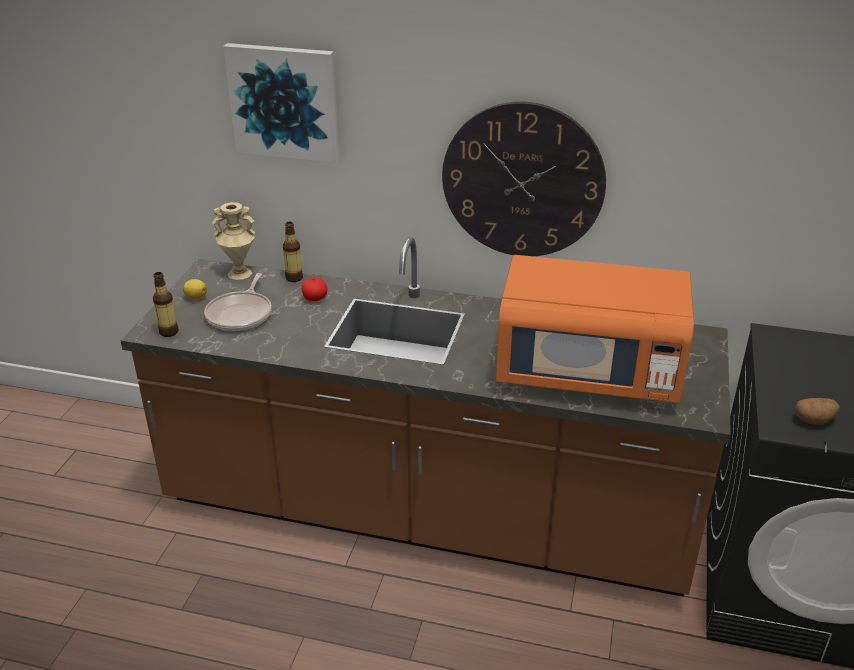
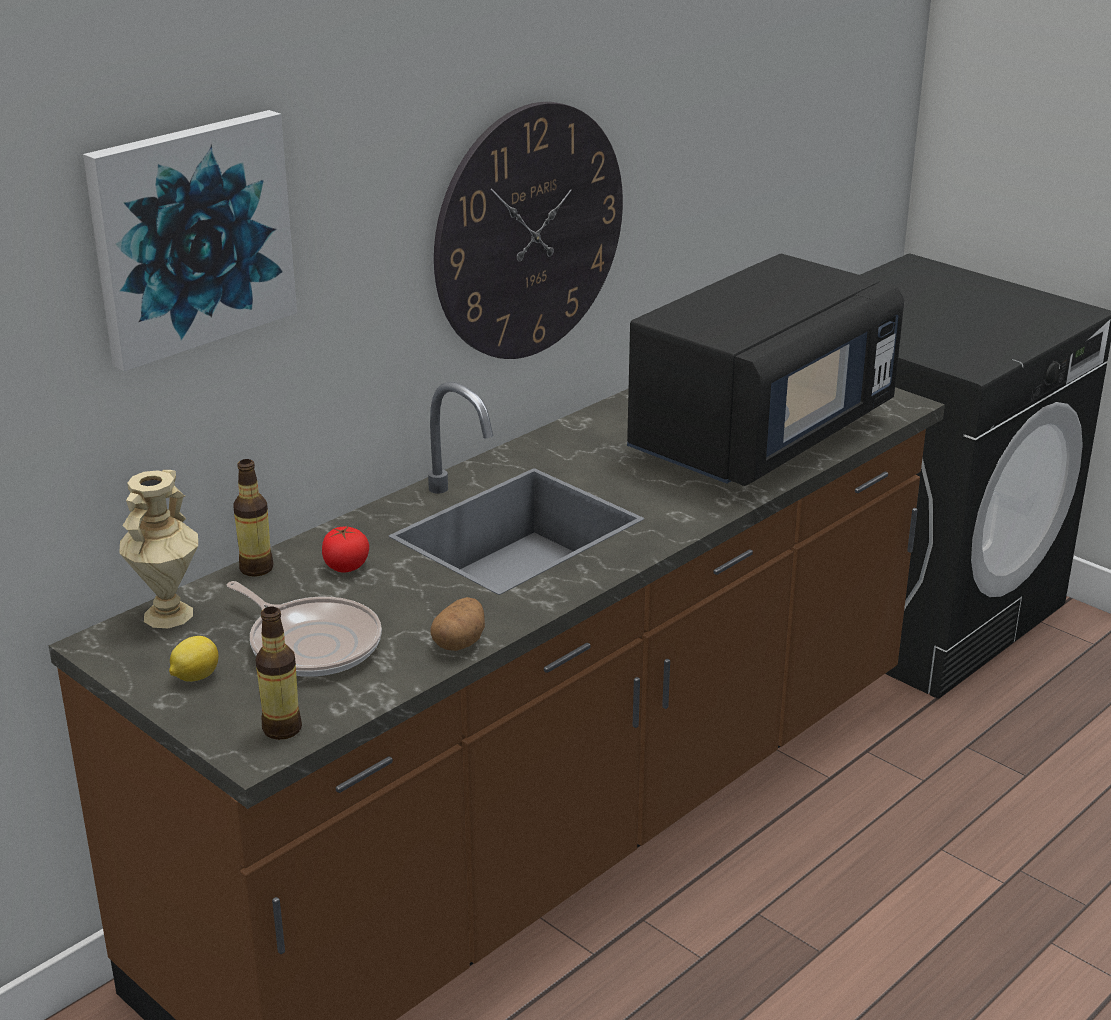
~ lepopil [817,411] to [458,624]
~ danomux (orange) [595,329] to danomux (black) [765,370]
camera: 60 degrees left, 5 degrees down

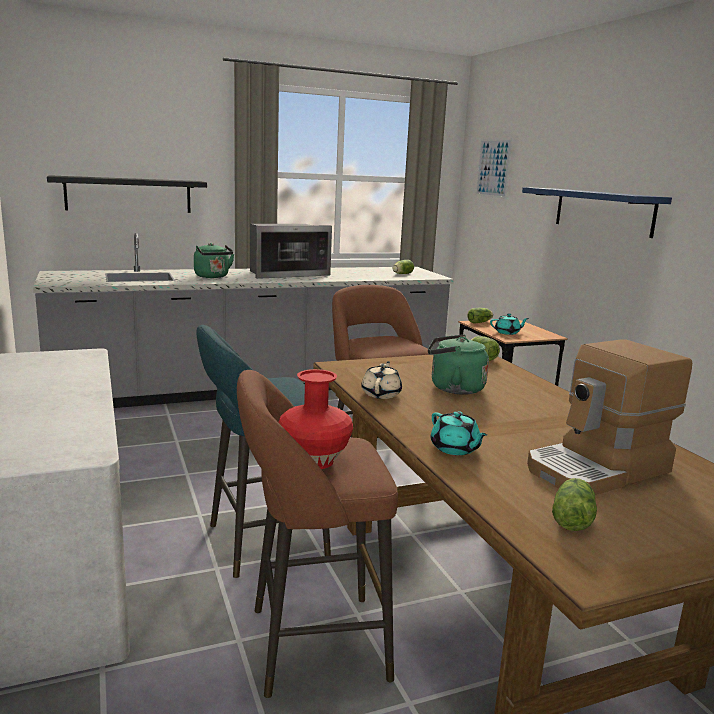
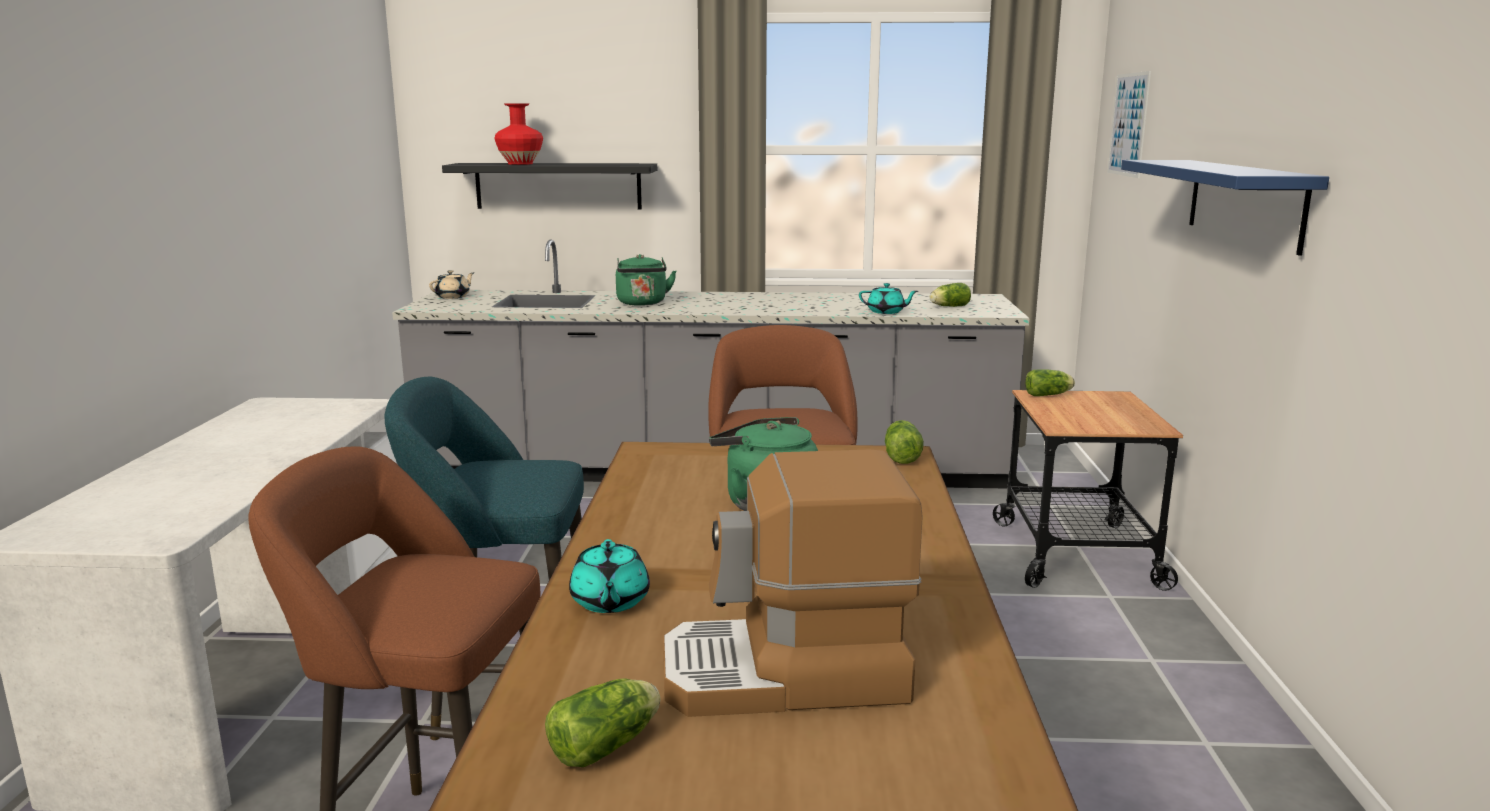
- danomux [291,251]
~ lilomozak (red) [315,419] to [518,134]
~ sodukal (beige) [381,380] to [451,284]
~ sodukal (turquoise) [509,324] to [888,298]
camera: 25 degrees right, 0 degrees up

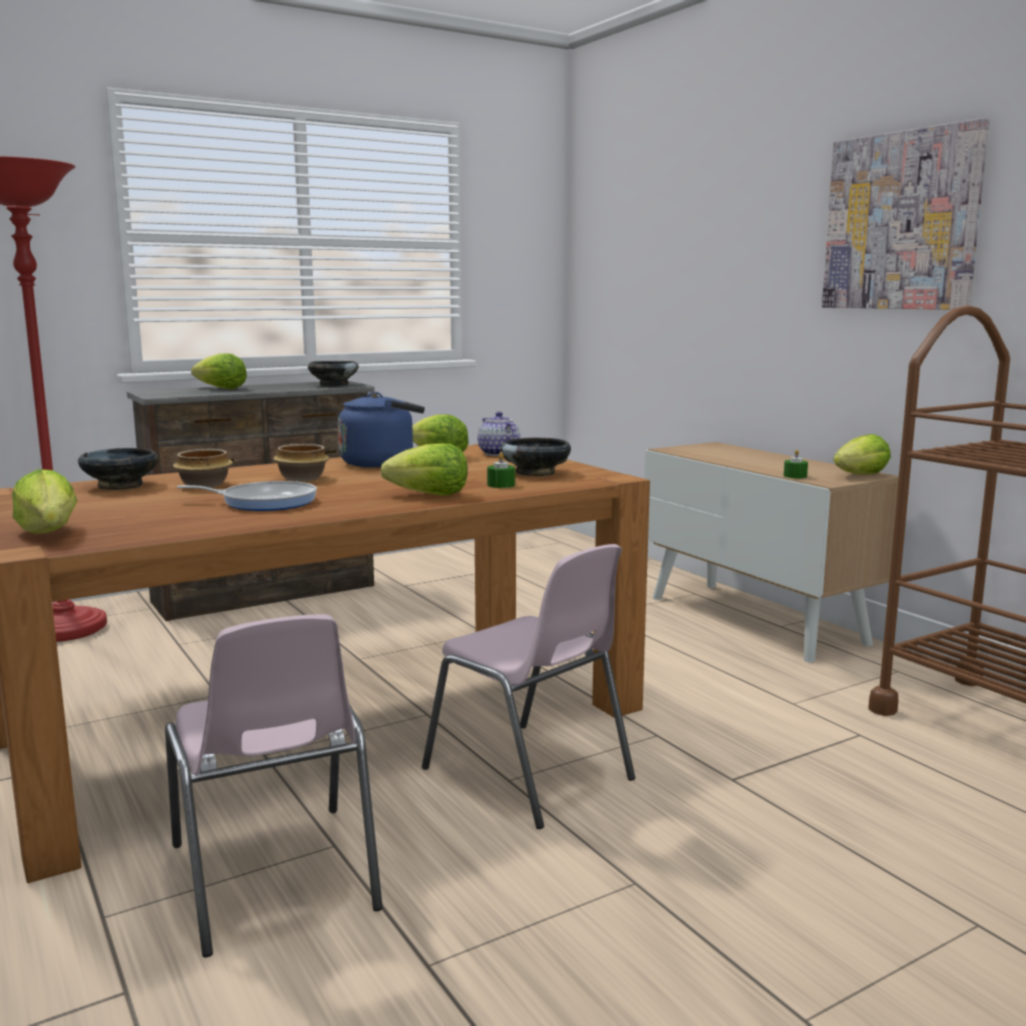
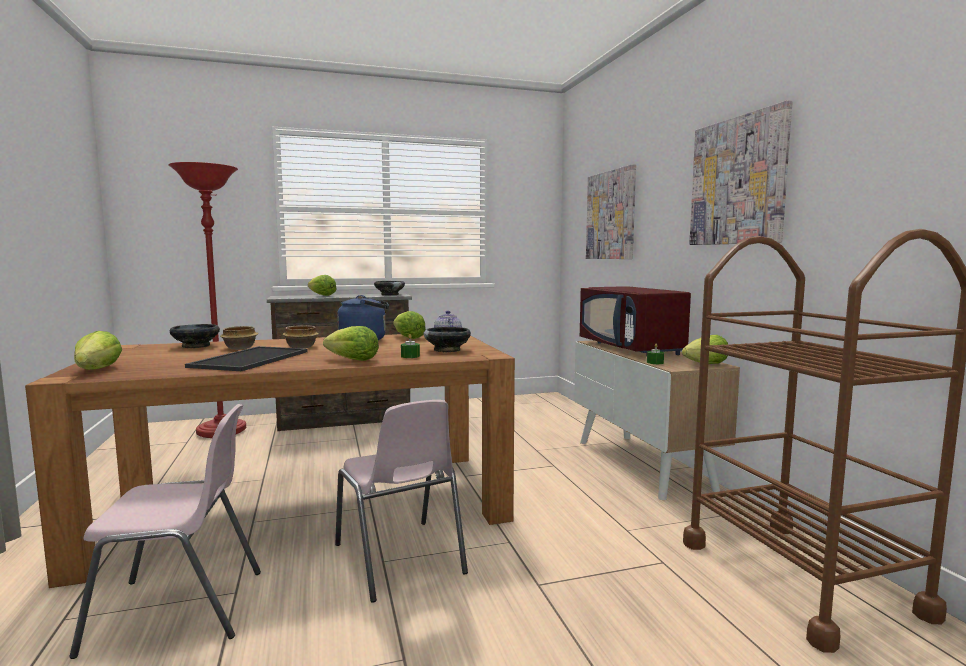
+ danomux (red) [635,320]
+ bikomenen [611,211]
~ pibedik [247,496] to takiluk [246,358]
~ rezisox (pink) [274,786] = [165,531] 90 degrees counterclockwise
camera: 15 degrees right, 5 degrees down

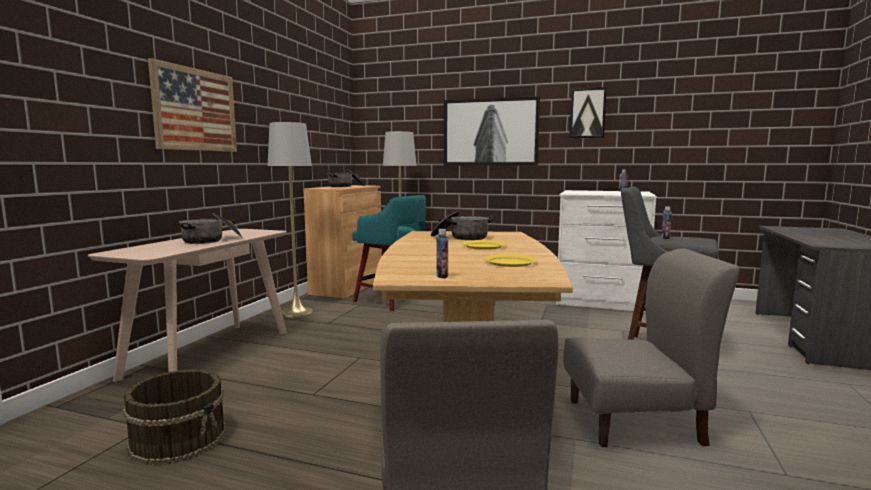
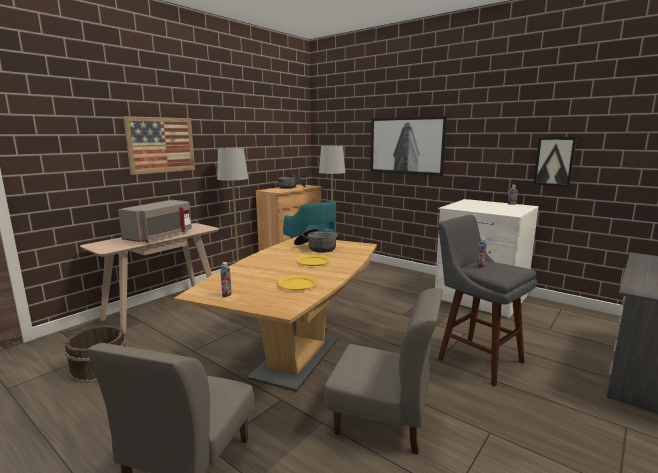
~ bikomenen [588,112] to [555,162]
~ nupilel [211,228] to danomux (grey) [155,221]
camera: 20 degrees right, 5 degrees up

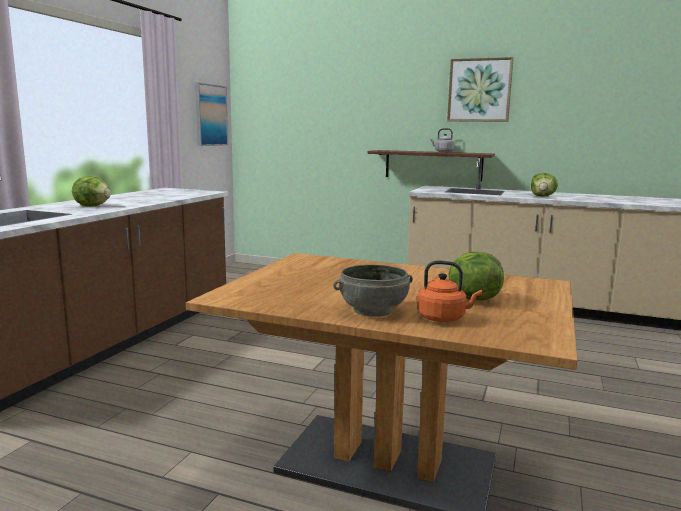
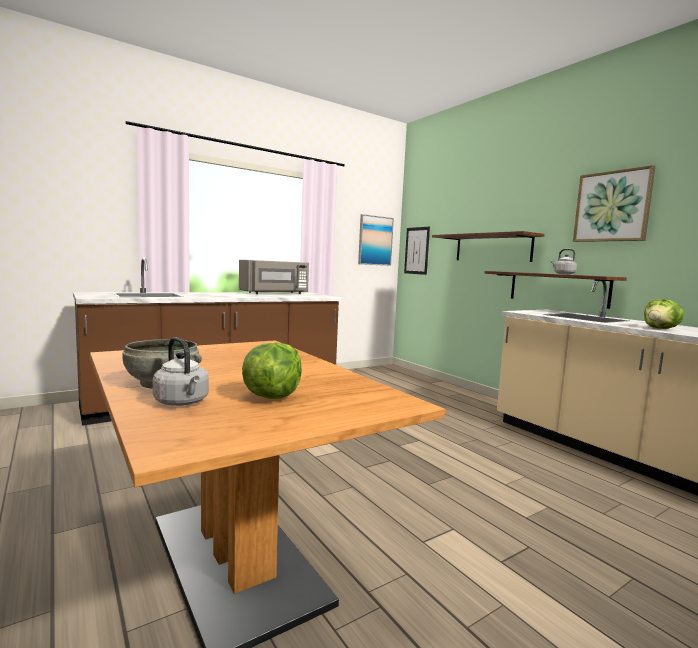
- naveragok [91,191]
+ danomux (grey) [274,277]
+ bikomenen [417,251]
+ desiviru [488,246]
~ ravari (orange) [449,291] to ravari (grey) [181,371]
camera: 35 degrees right, 5 degrees down

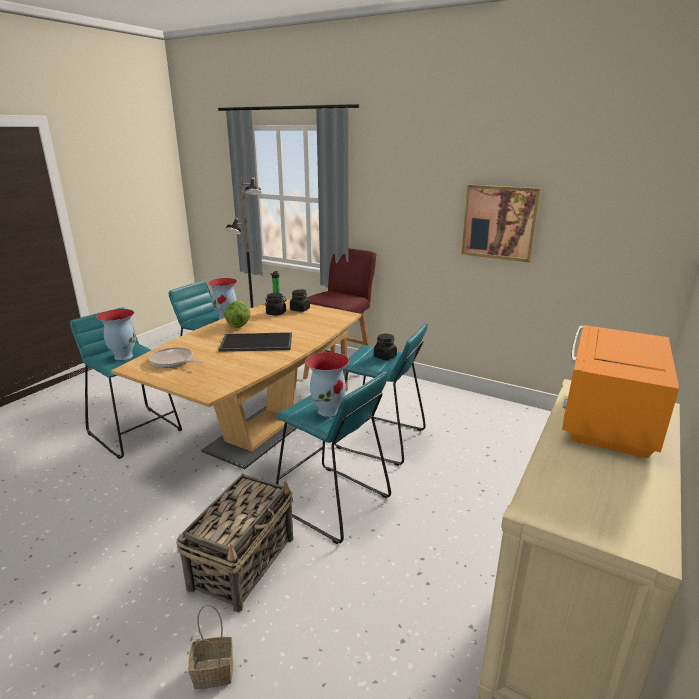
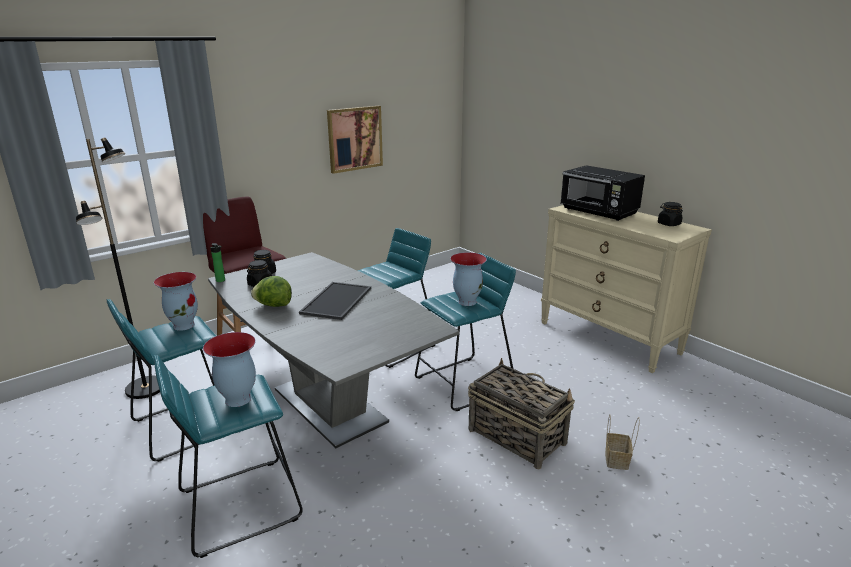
- pibedik [176,357]
~ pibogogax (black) [385,347] to [670,214]
~ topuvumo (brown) [236,384] to topuvumo (grey) [333,350]
~ danomux (orange) [620,391] to danomux (black) [603,193]
camera: 70 degrees left, 0 degrees up

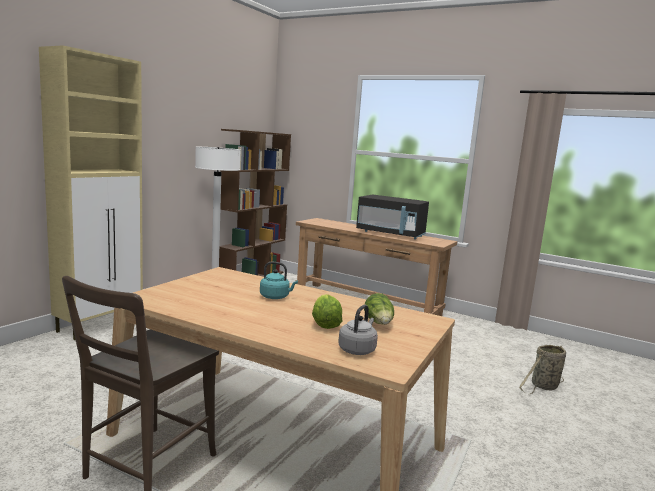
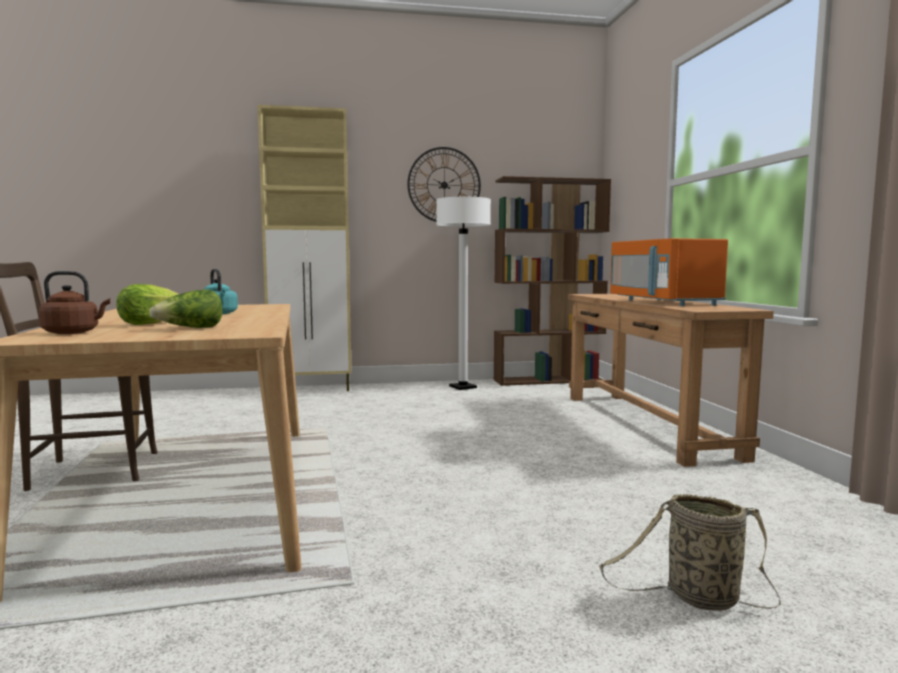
+ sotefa [444,184]
~ ravari (grey) [358,330] to ravari (brown) [74,302]
~ danomux (black) [392,217] to danomux (orange) [669,272]
camera: 50 degrees right, 5 degrees down

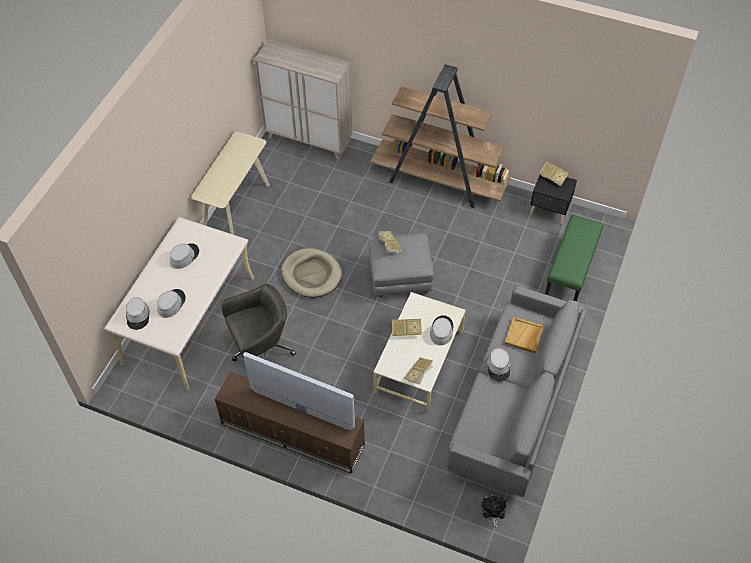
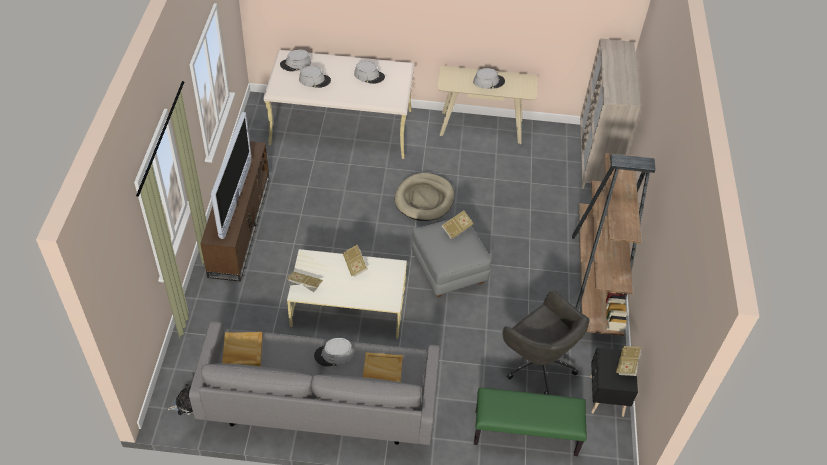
+ takiluk (beige) [242,349]
~ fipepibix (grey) [258,322] to [546,343]
~ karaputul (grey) [442,330] to [489,78]
camera: 70 degrees right, 5 degrees down

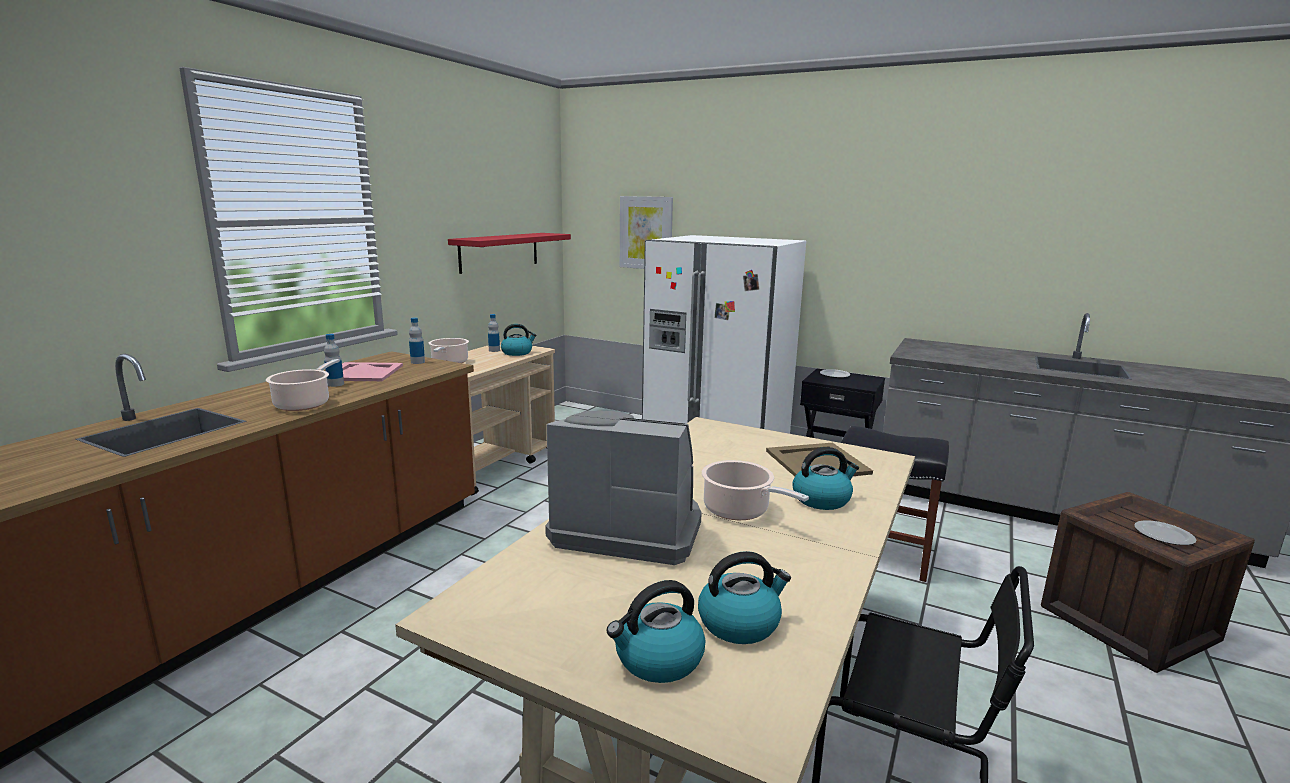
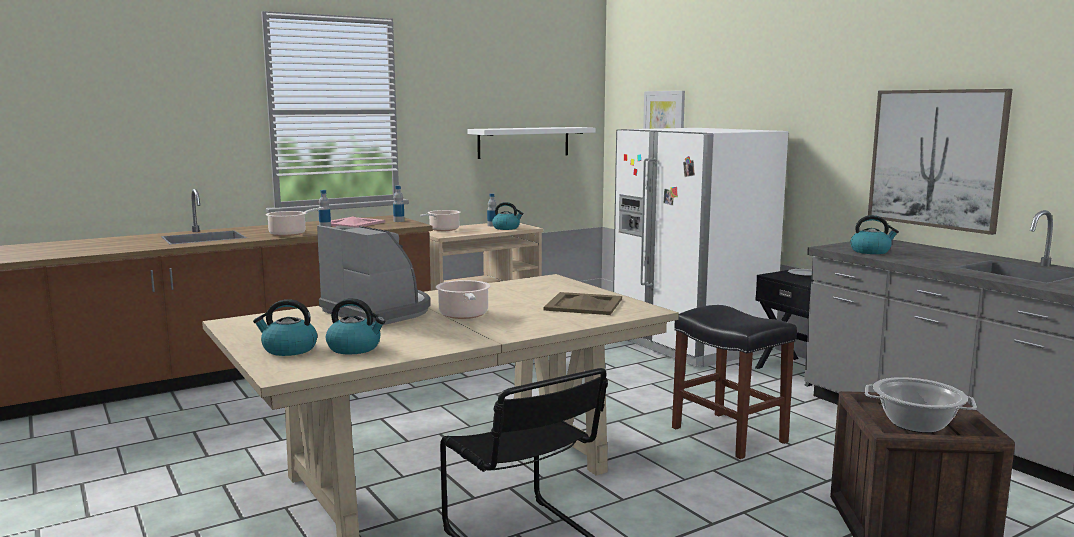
+ bikomenen [940,162]
~ ravari [825,478] to [874,234]
~ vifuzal [1165,532] to nupilel [921,405]
~ desiviru (red) [509,253] to desiviru (white) [531,143]
camera: 30 degrees right, 5 degrees down

